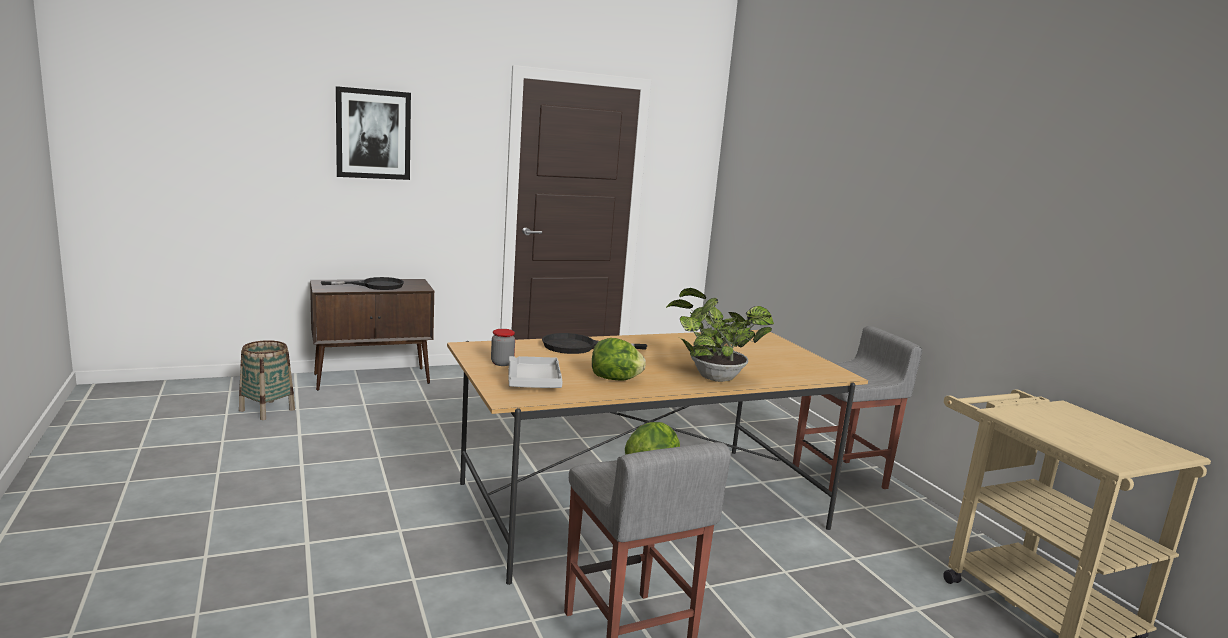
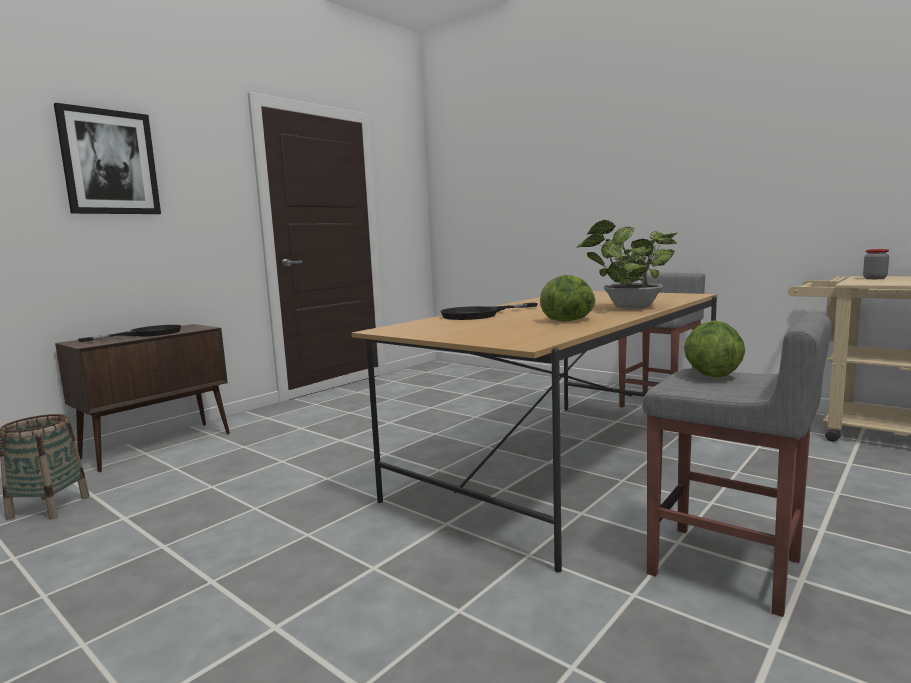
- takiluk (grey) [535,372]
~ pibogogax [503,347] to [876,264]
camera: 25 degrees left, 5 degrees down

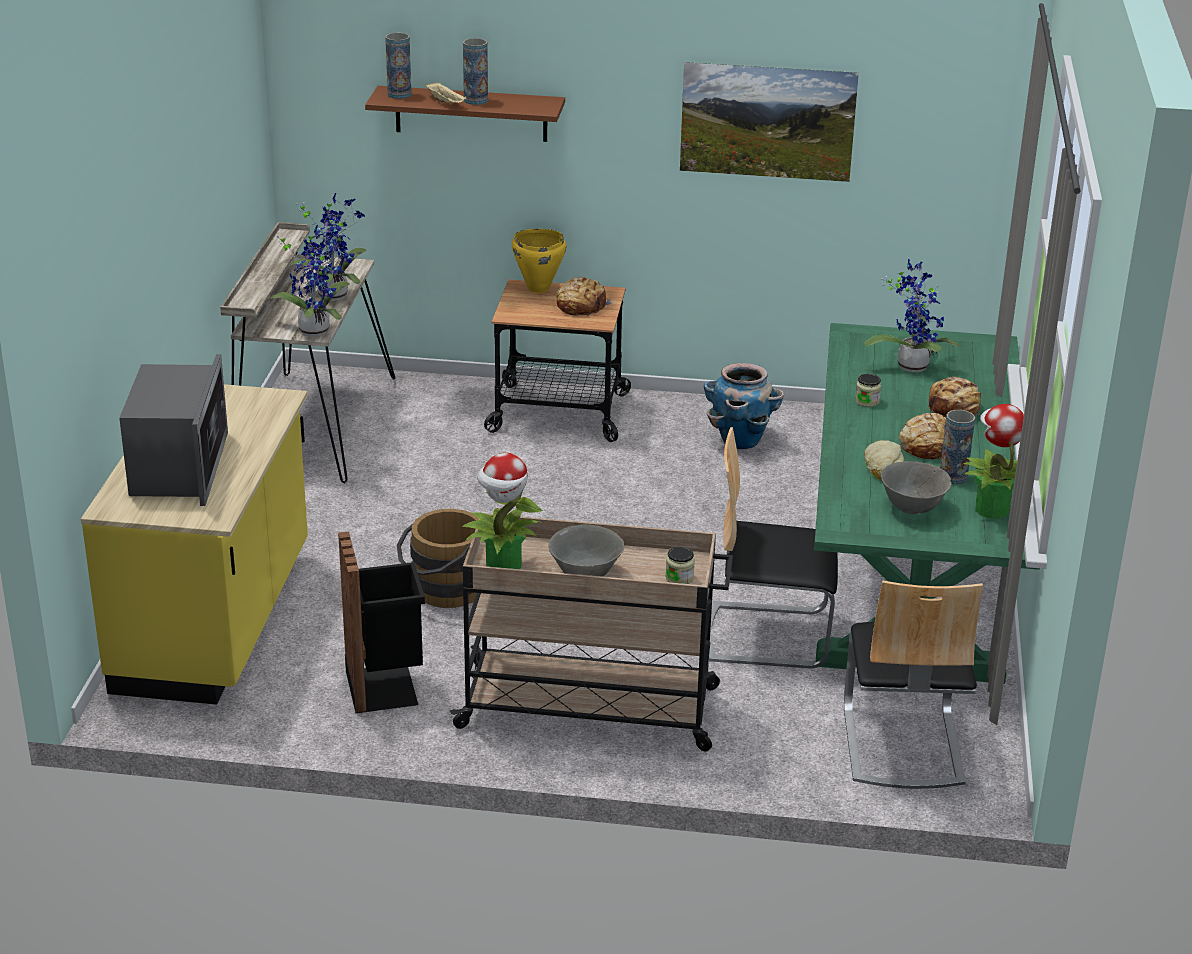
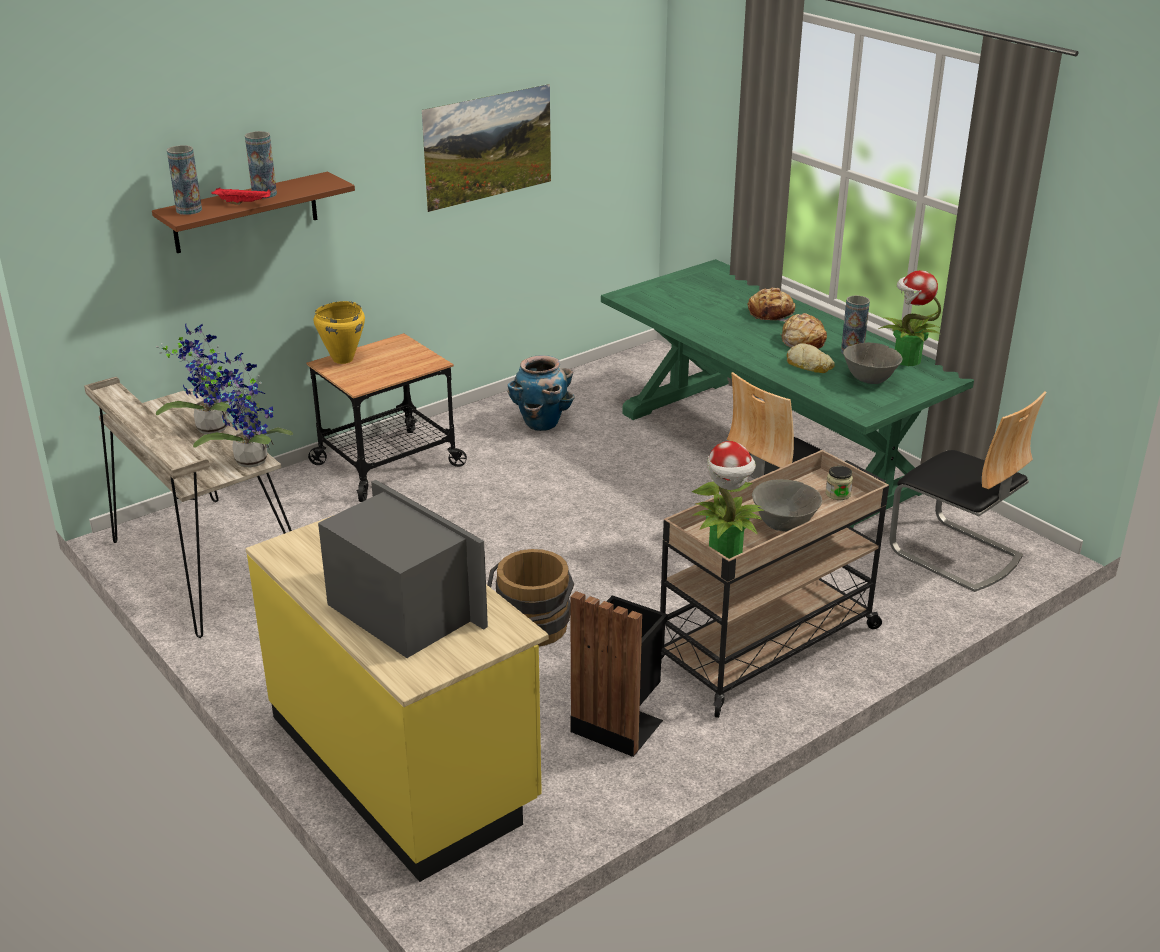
- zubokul [585,296]
- pibogogax [868,390]
- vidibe [911,316]
~ takiluk (beige) [446,92] to takiluk (red) [241,196]
camera: 45 degrees left, 0 degrees up

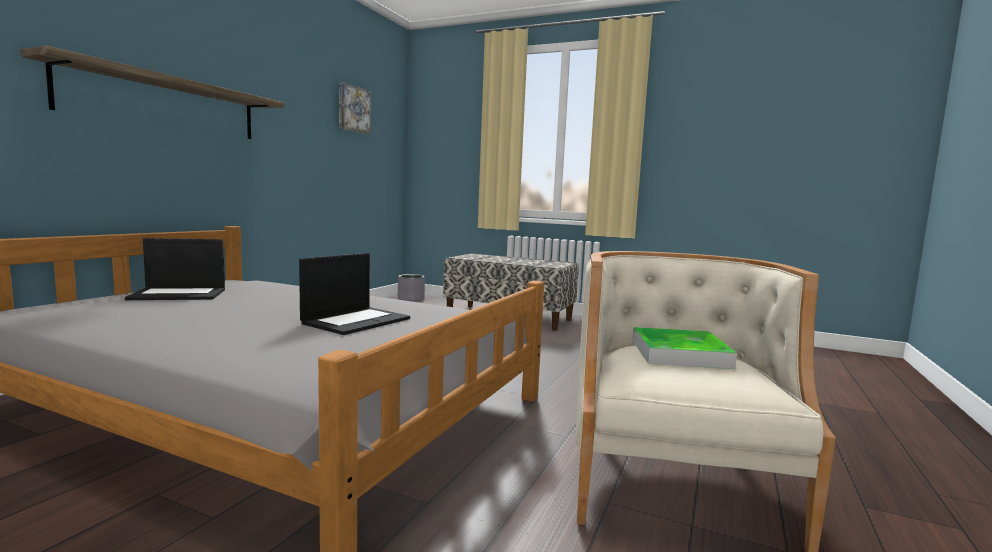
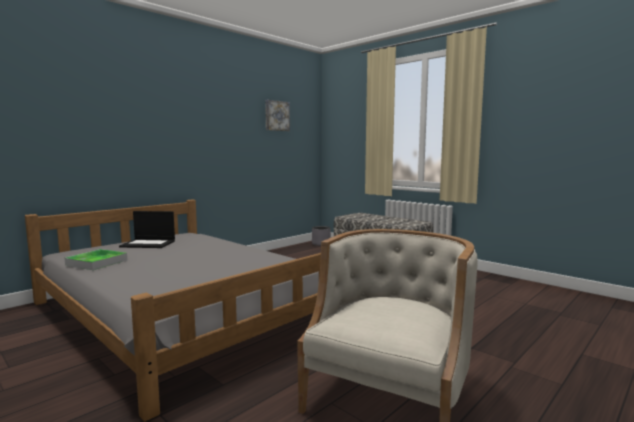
- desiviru [152,92]
- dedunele [354,294]
~ takiluk [685,348] to [96,259]
camera: 20 degrees right, 0 degrees up

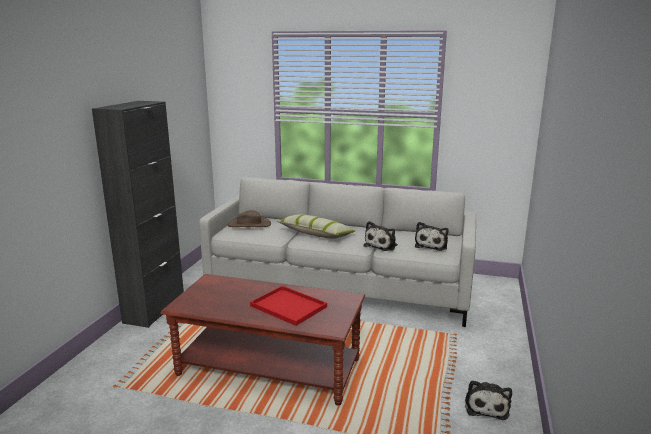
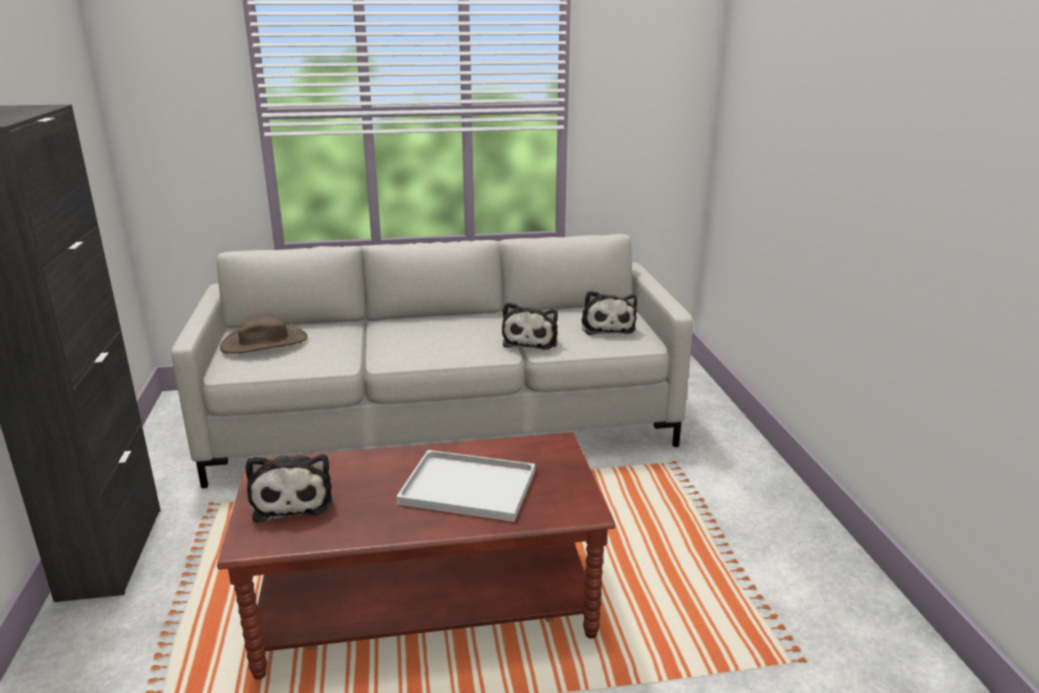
- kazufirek [316,226]
~ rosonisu [488,400] to [289,488]
~ takiluk (red) [288,306] to takiluk (white) [465,486]
camera: 25 degrees left, 5 degrees up

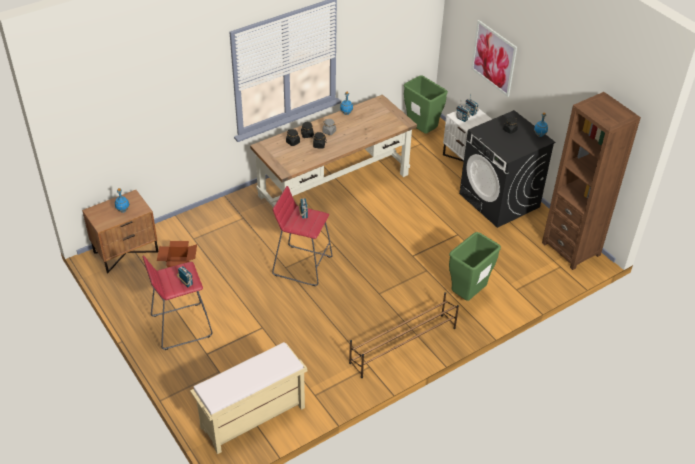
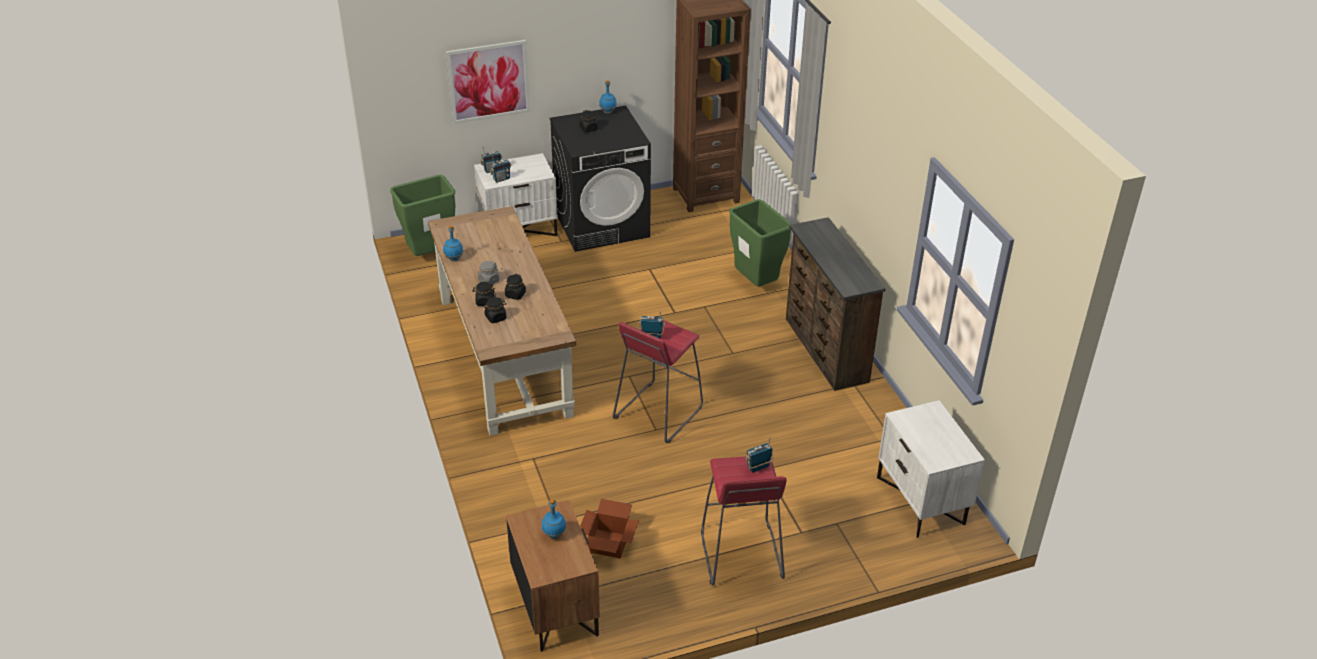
~ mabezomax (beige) [249,398] to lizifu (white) [931,469]
~ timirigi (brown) [404,335] to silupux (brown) [835,304]
camera: 75 degrees left, 5 degrees down

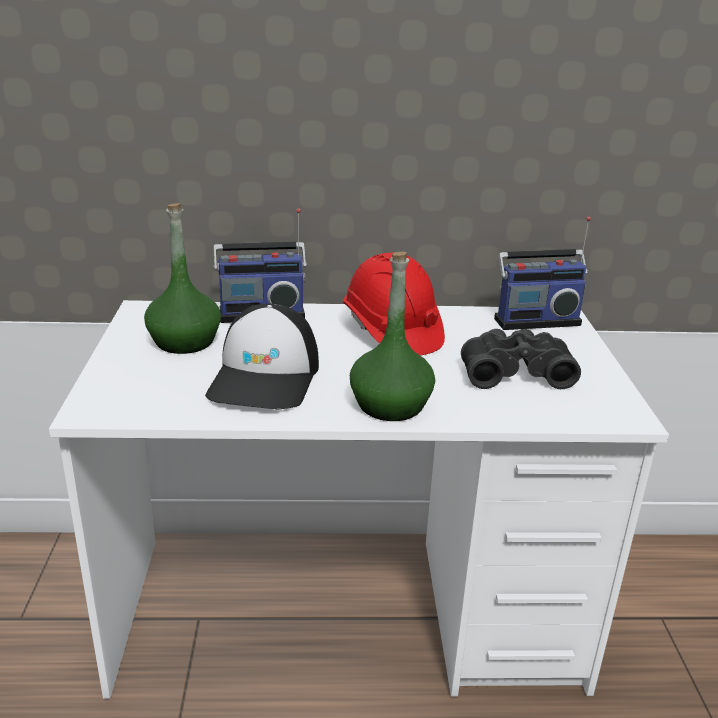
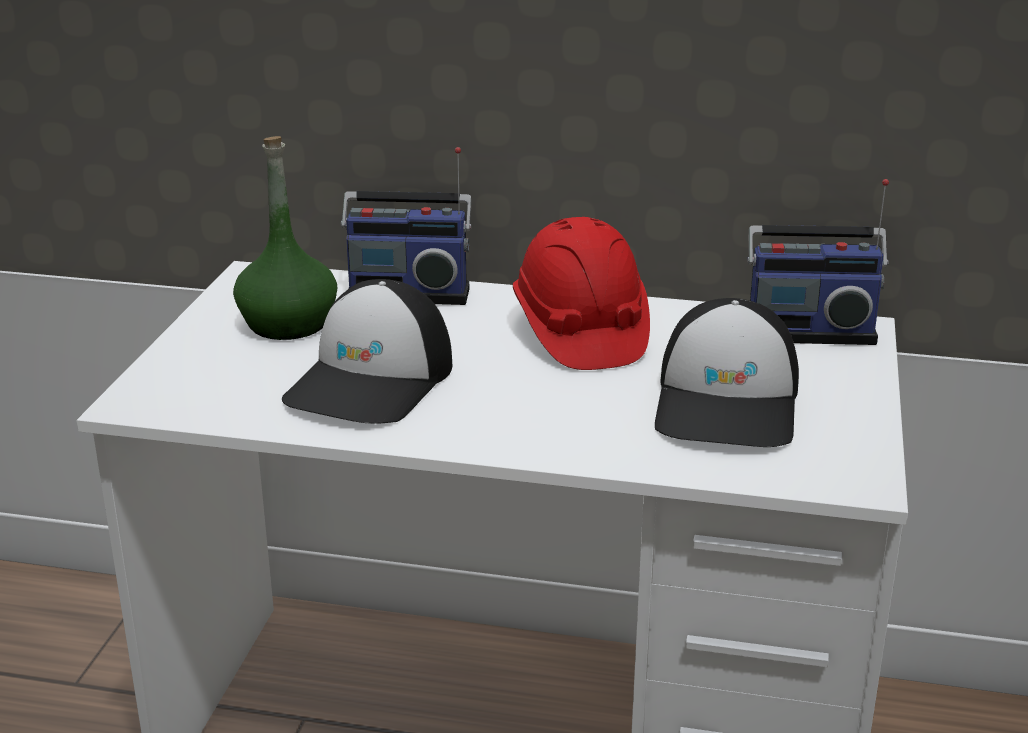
- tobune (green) [392,336]
~ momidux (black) [521,359] to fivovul [727,372]
camera: 15 degrees right, 0 degrees up

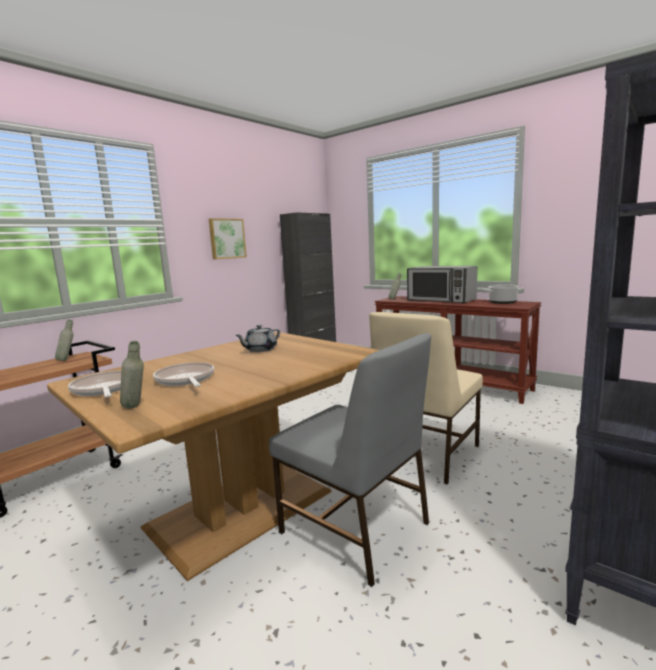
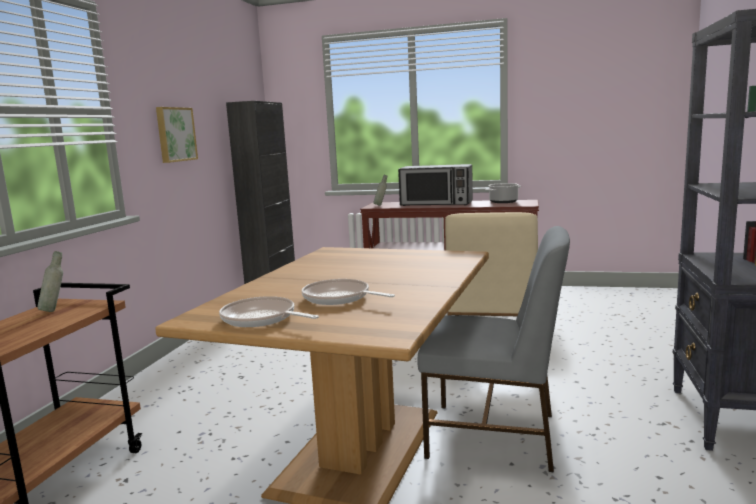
- tobune (grey) [132,375]
- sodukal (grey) [257,338]
camera: 25 degrees left, 0 degrees up

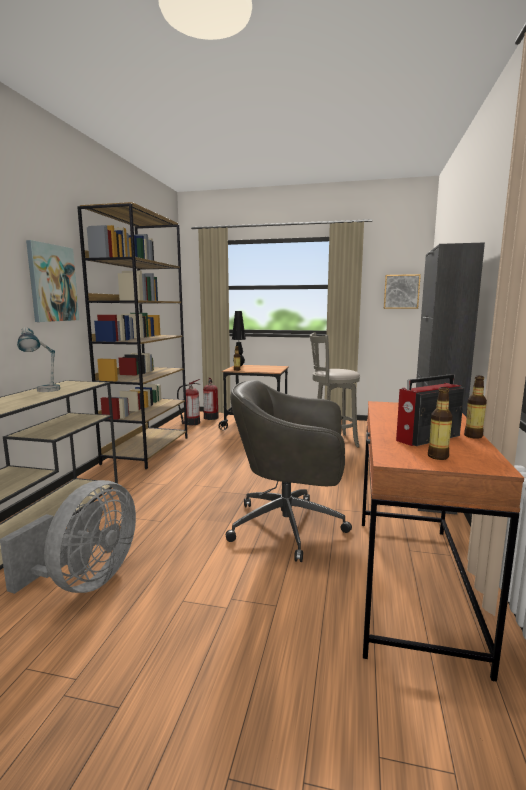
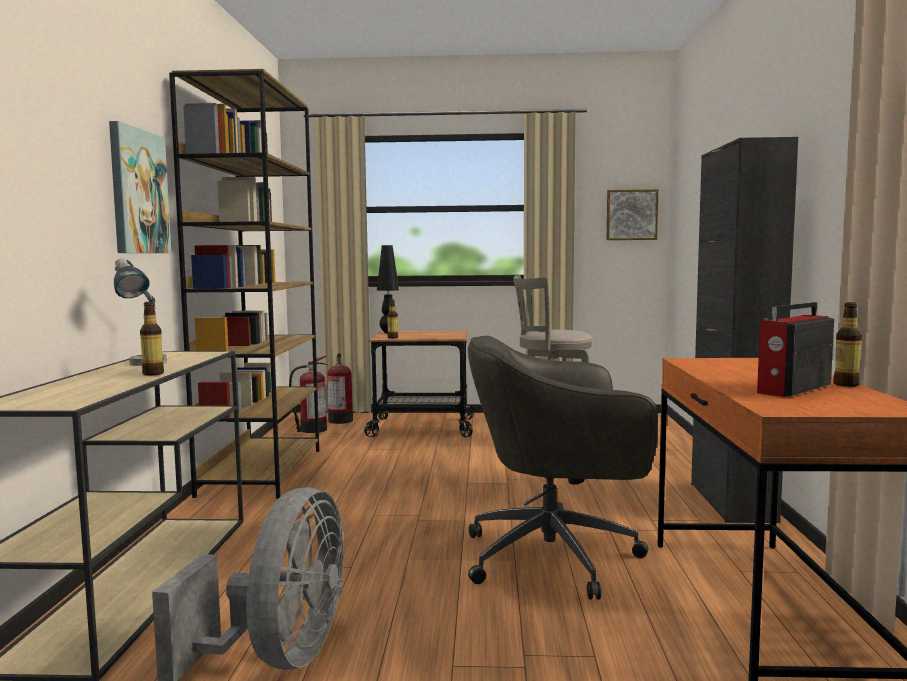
~ tobune [440,423] to [152,339]
camera: 10 degrees left, 5 degrees down

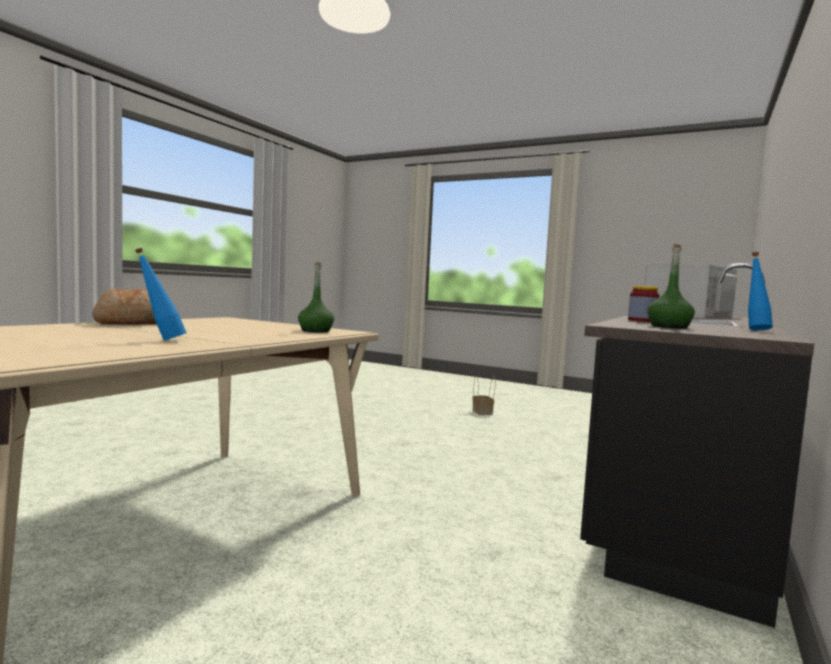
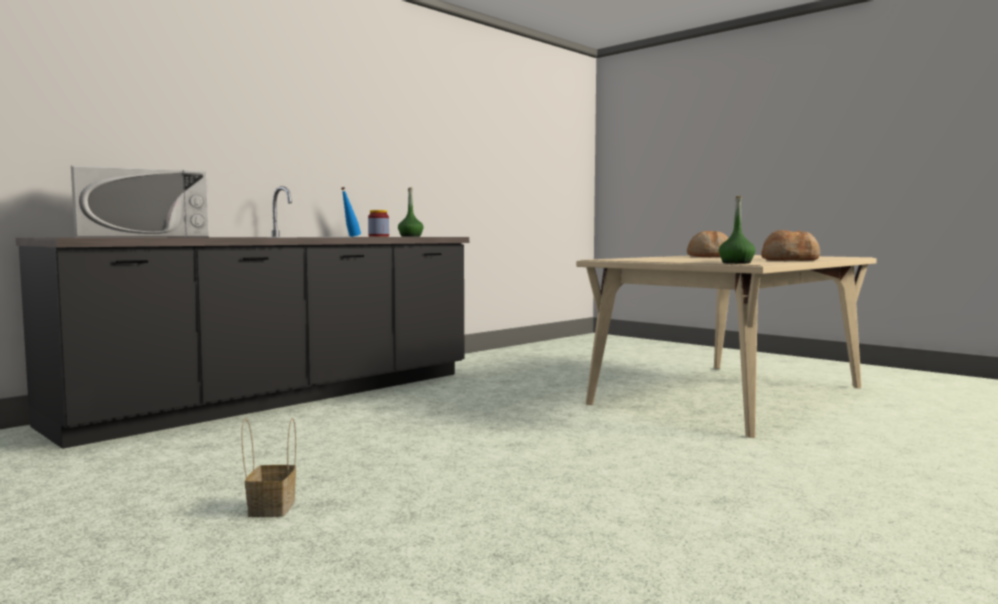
~ tobune (green) [316,297] to [737,230]
~ tobune (blue) [160,294] to zubokul [707,244]
camera: 165 degrees left, 0 degrees up

